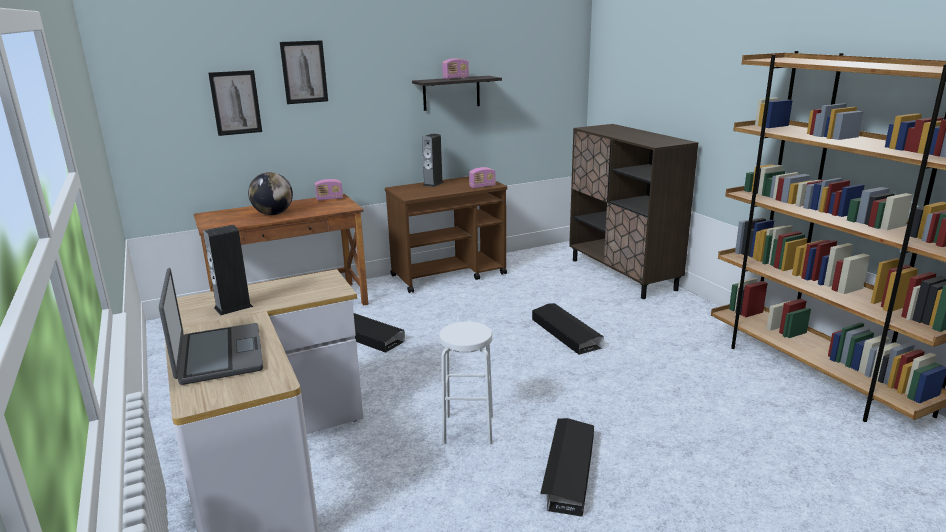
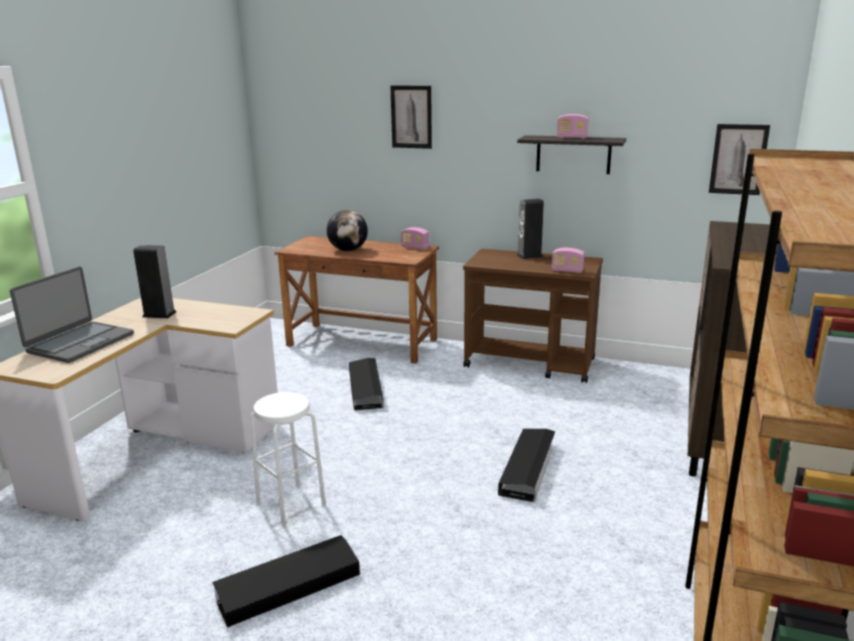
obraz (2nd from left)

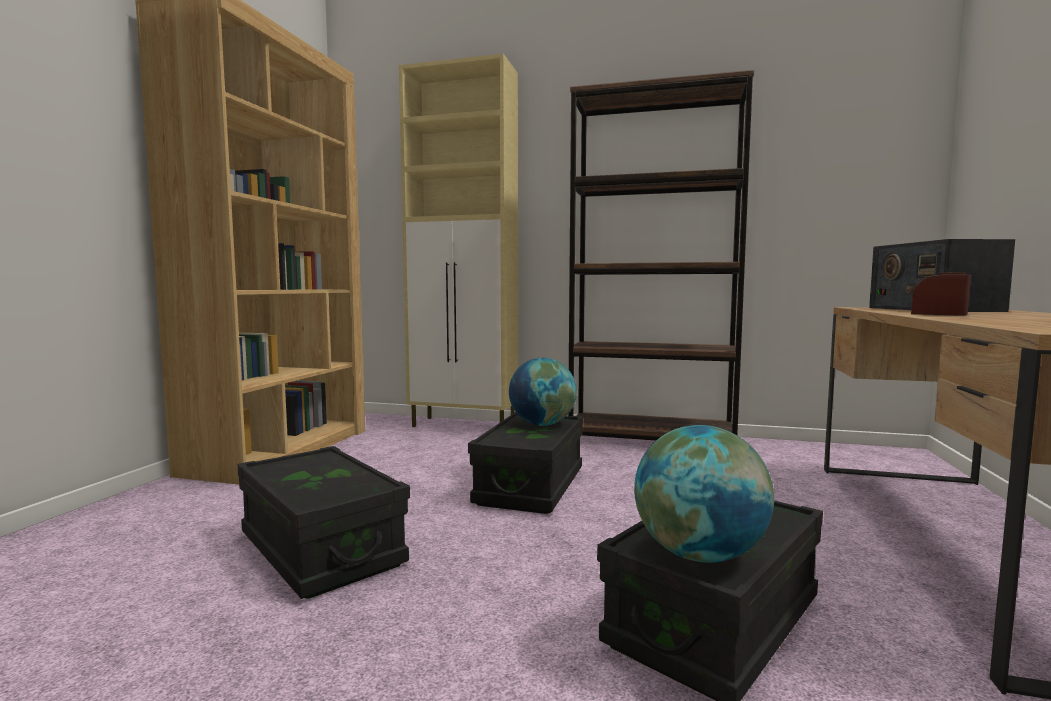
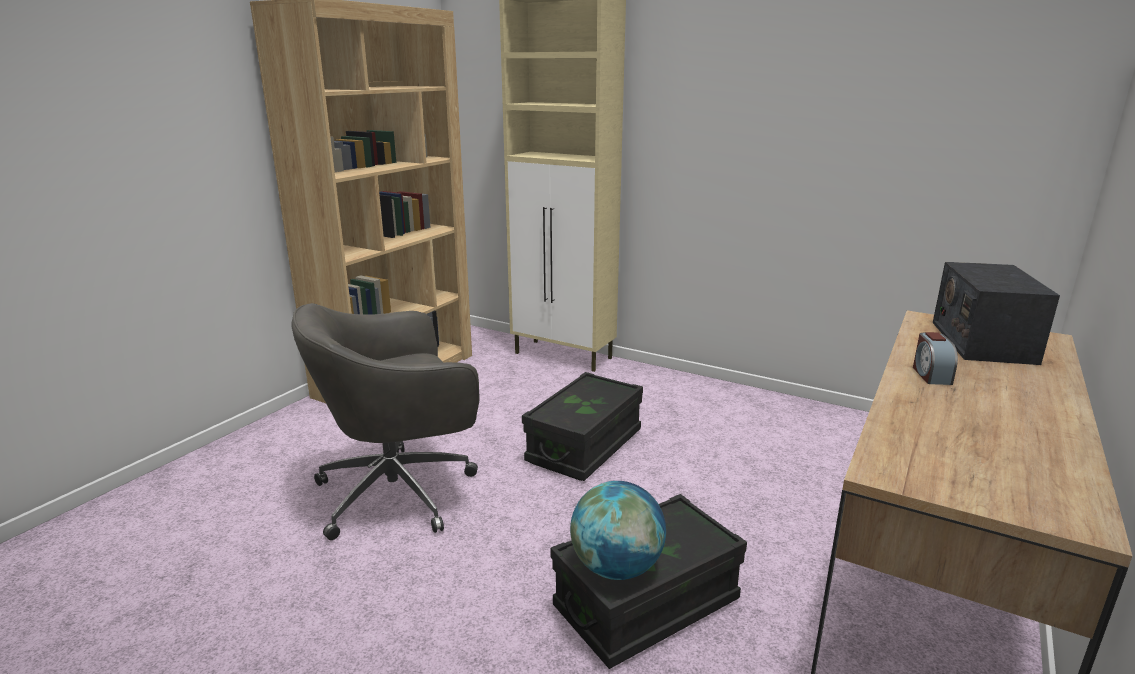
krzesło biurowe/szary
budzik
globus (1st from left in the first image)
regał/brązowy (2nd from left in the first image)

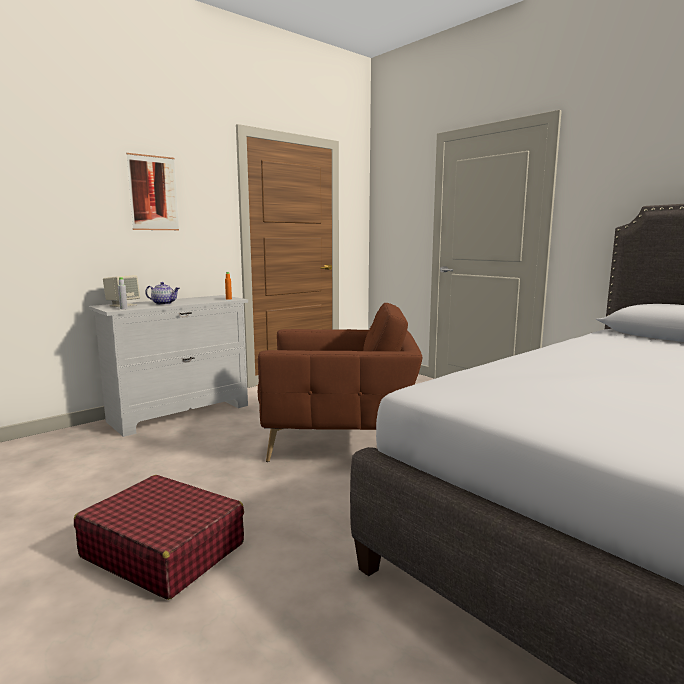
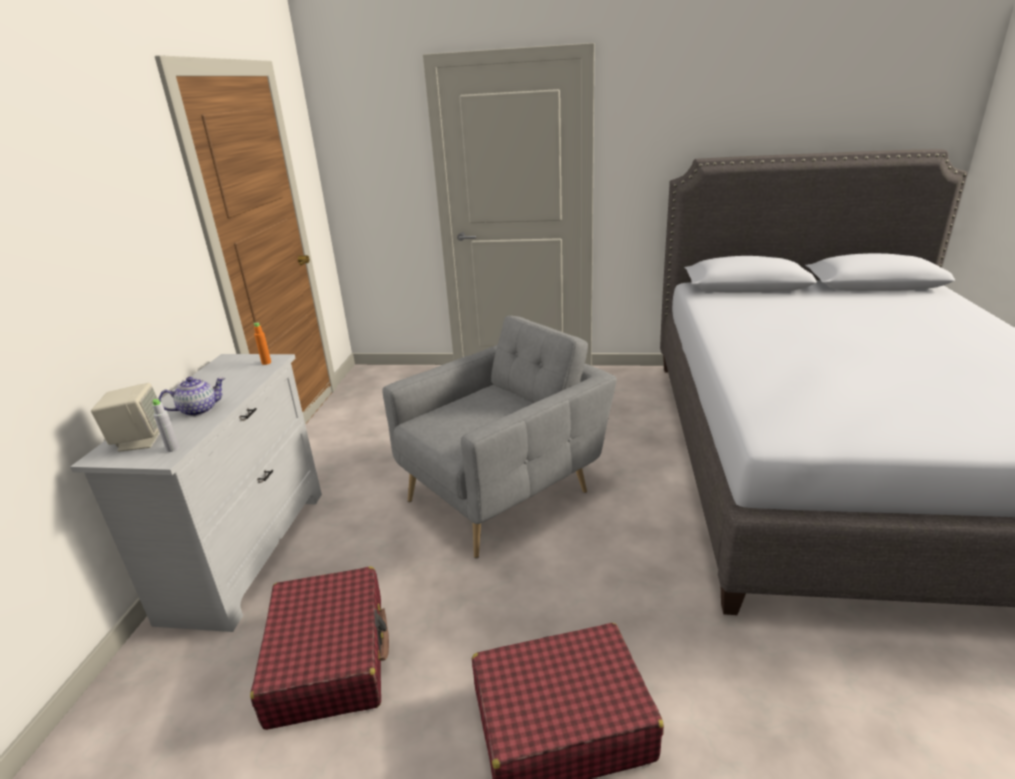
walizka/czerwony (1st from left)
fotel/szary
obraz

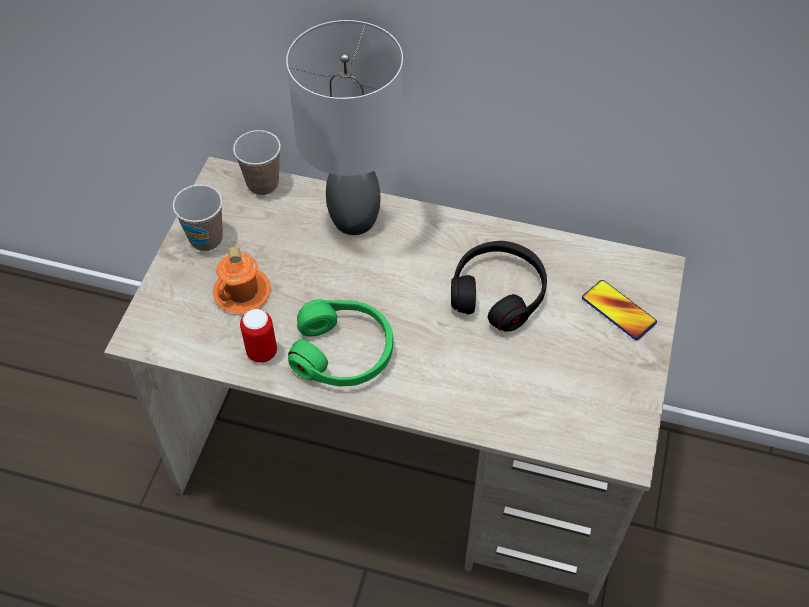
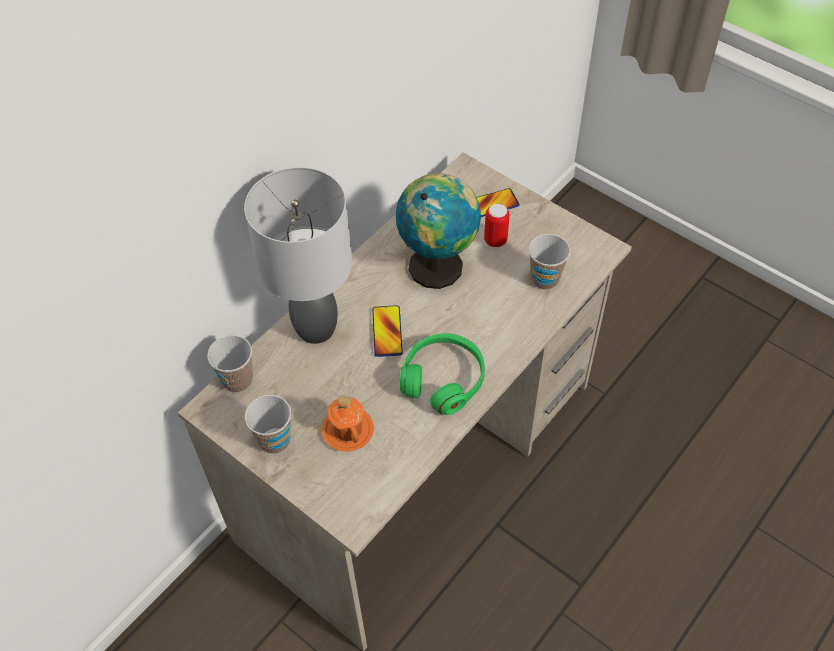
telefon (1st from left)
globus
puszka
filiżanka (3rd from left)

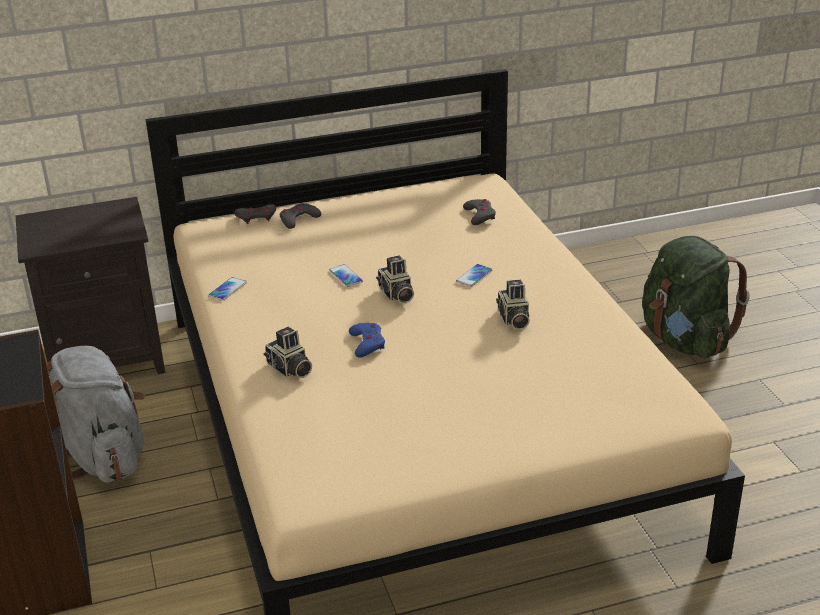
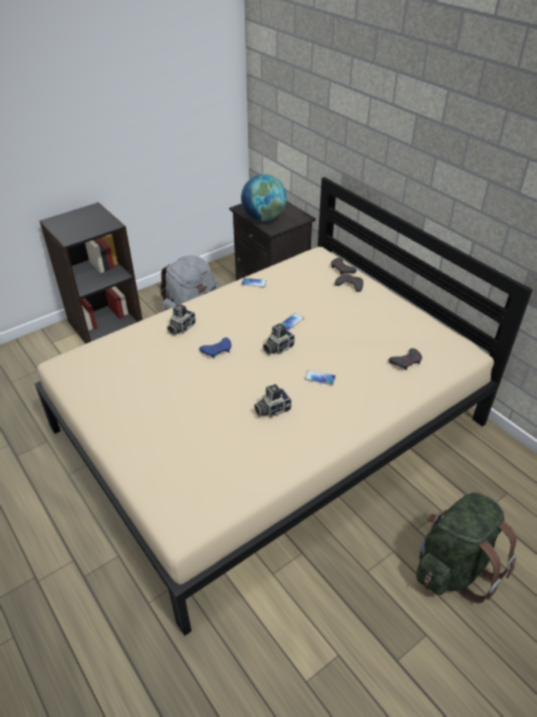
globus

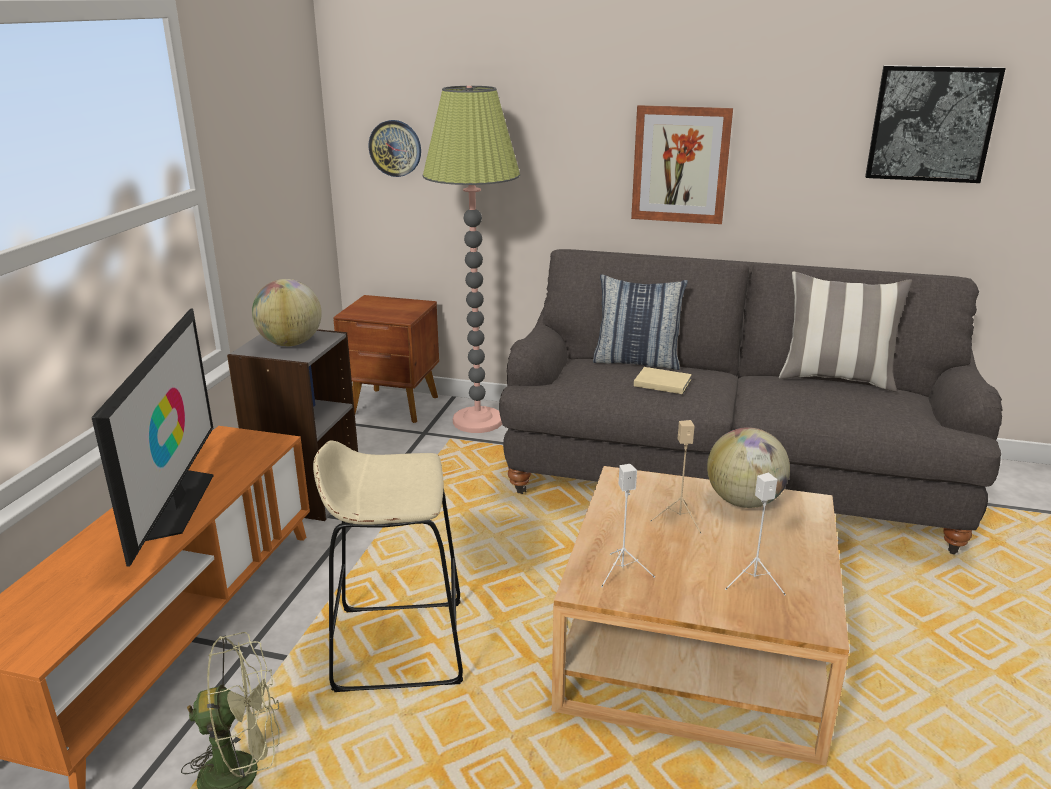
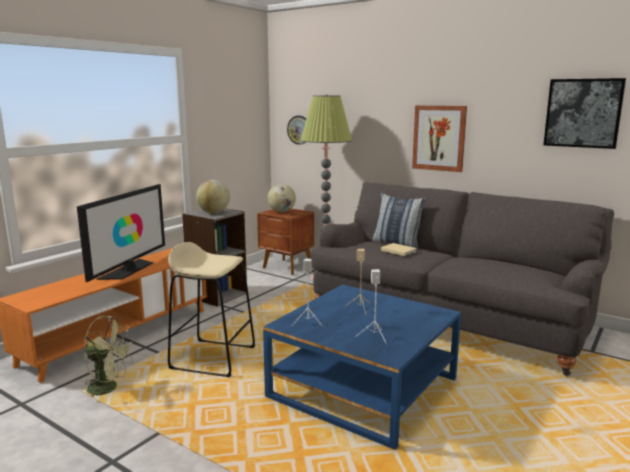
ława/niebieski
globus (2nd from left)
poduszka (2nd from left in the first image)

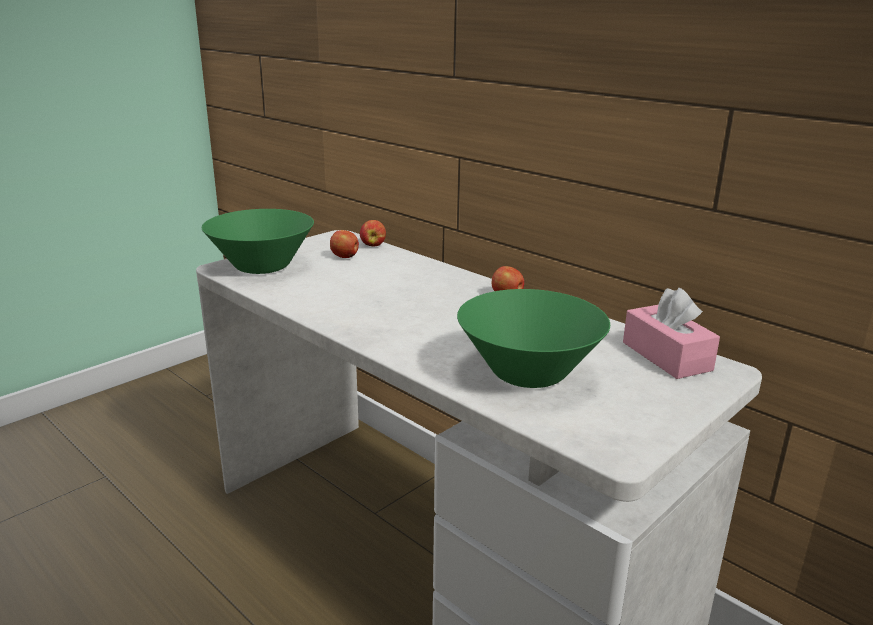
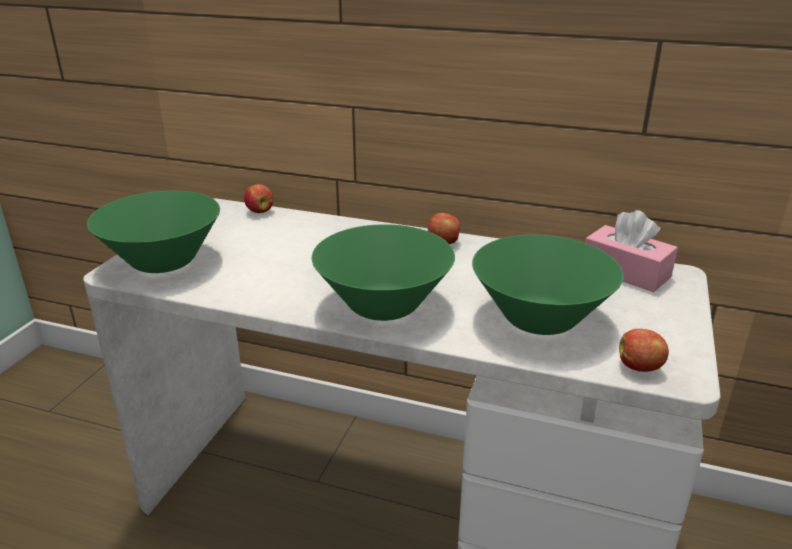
miska/zielony (2nd from left)
jabłko (3rd from left)

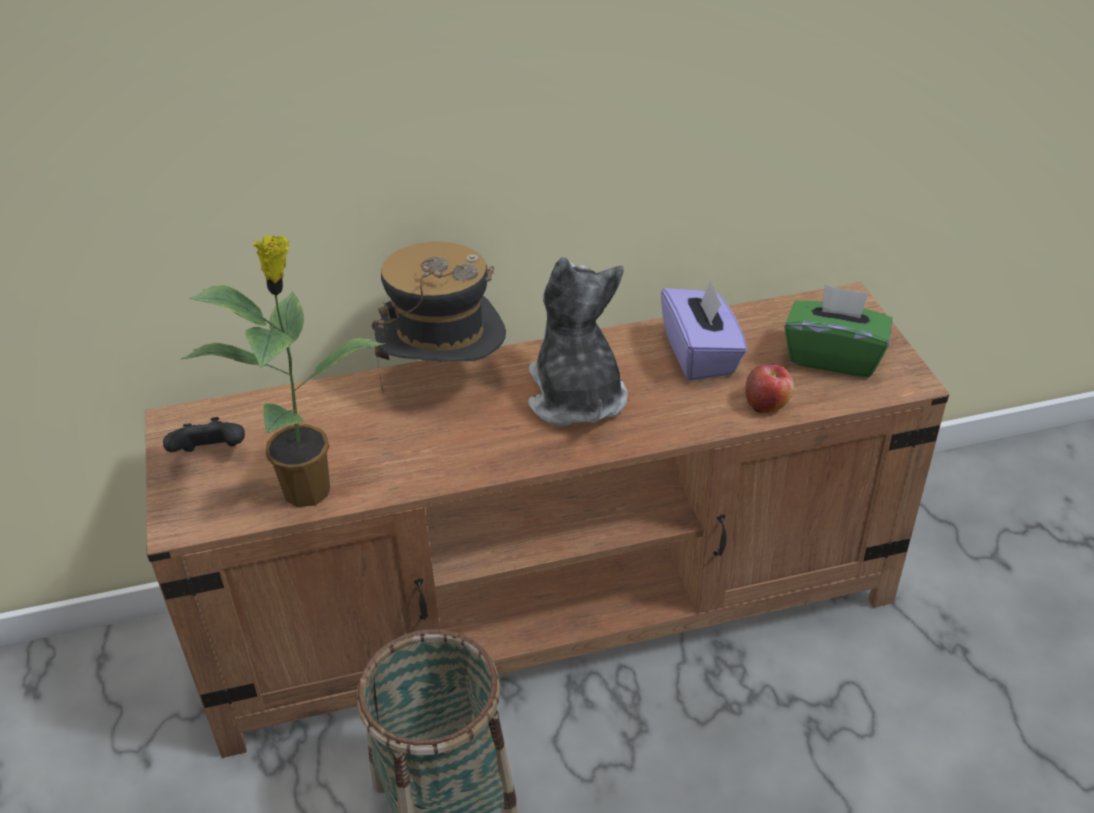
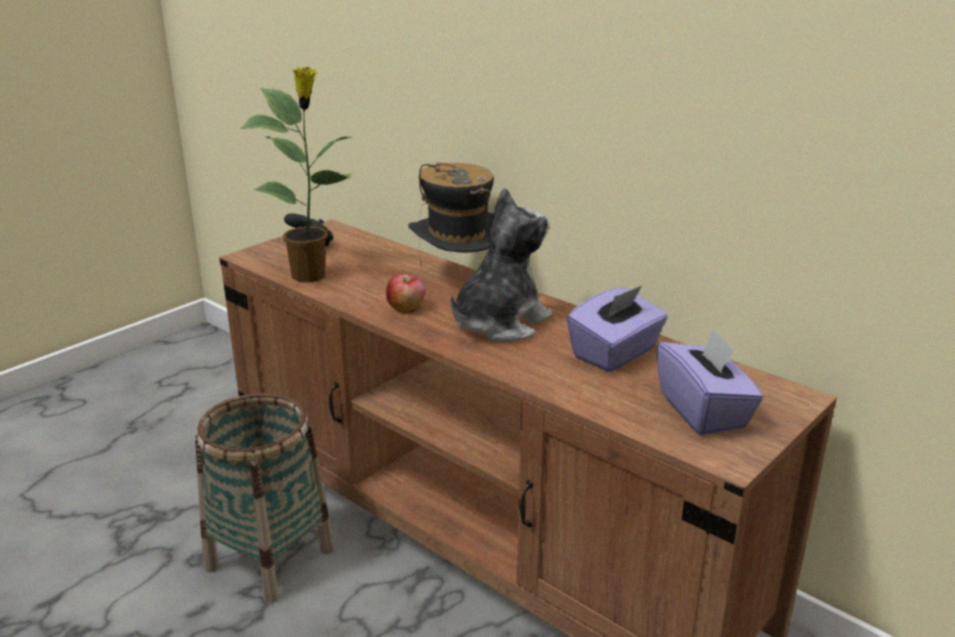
jabłko
pudełko chusteczek/fioletowy (2nd from left)

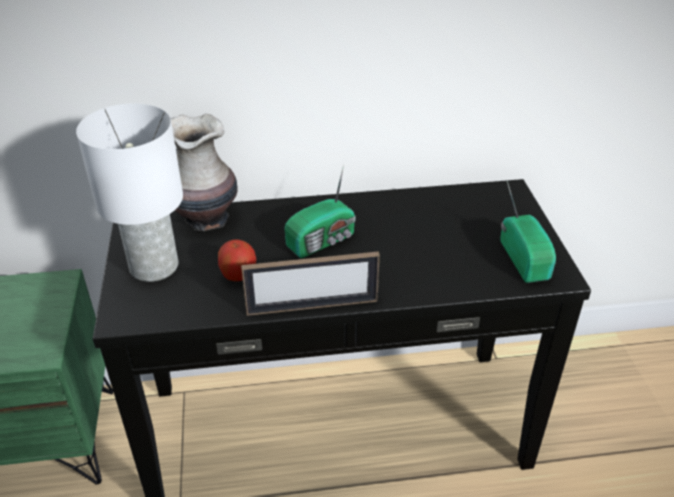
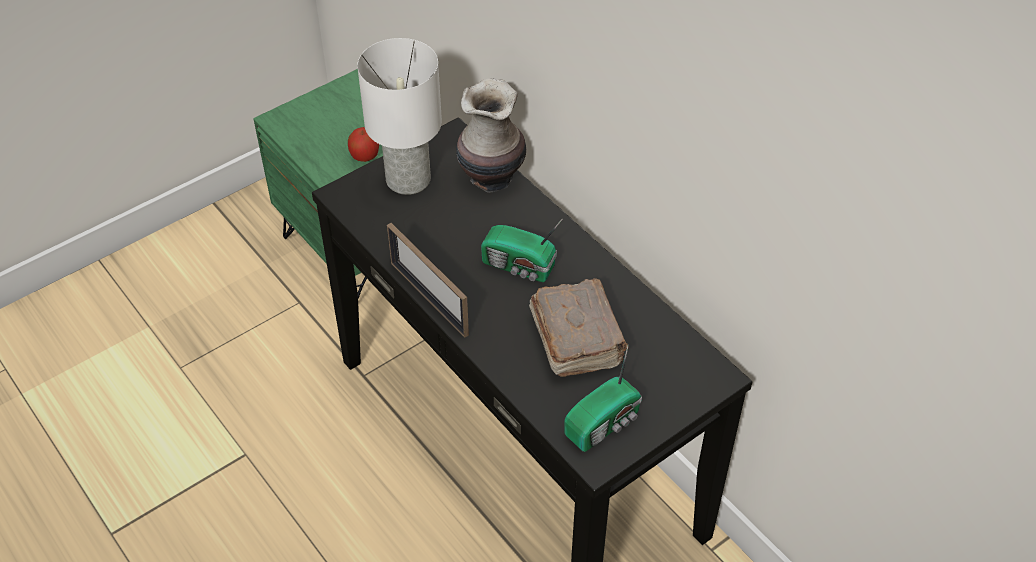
jabłko
książka/brązowy

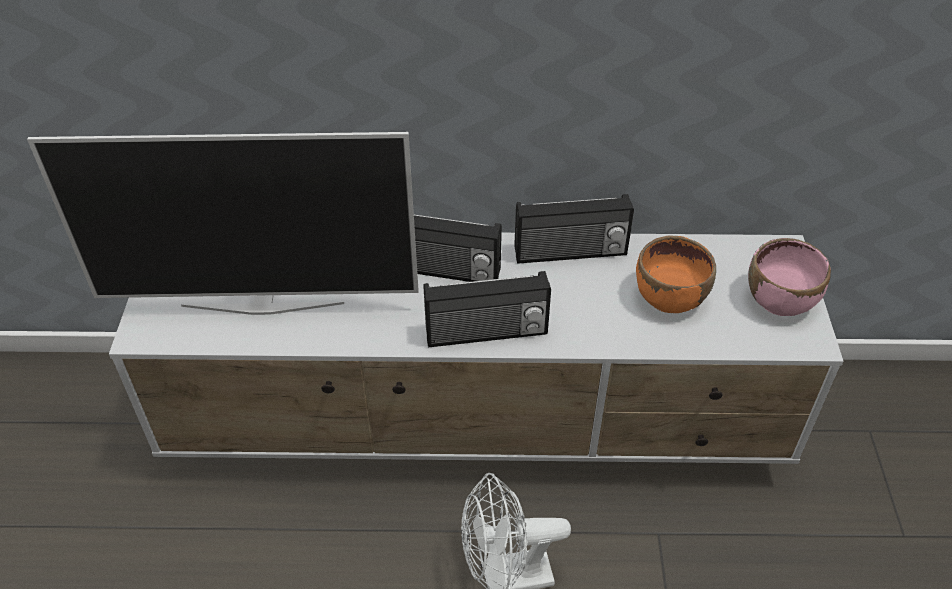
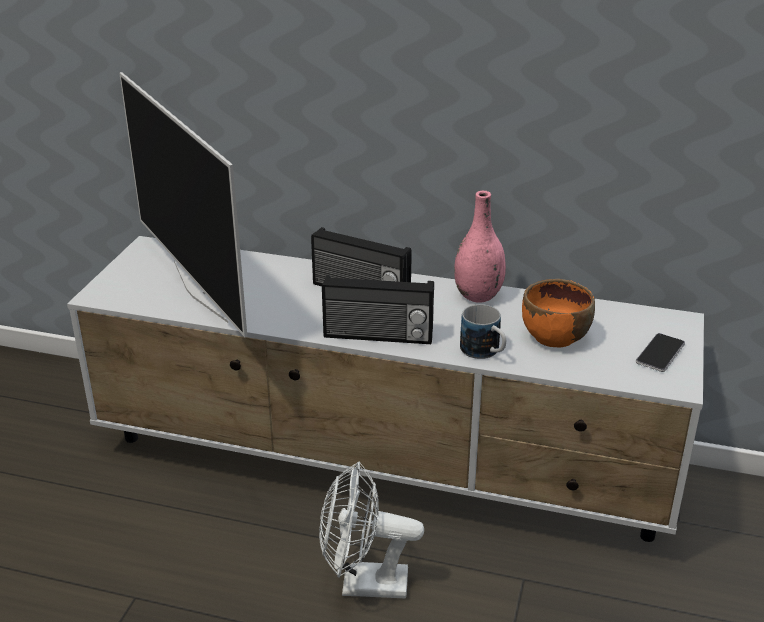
telewizor
wazon/różowy
kubek
telefon

